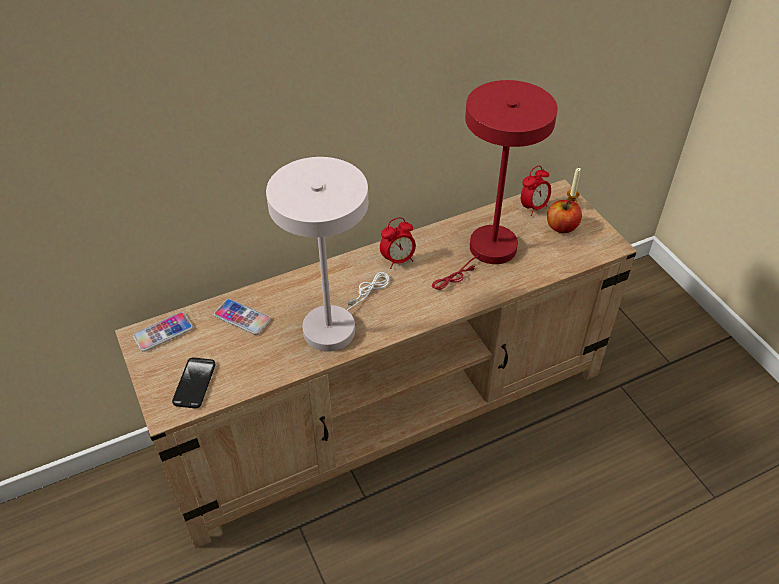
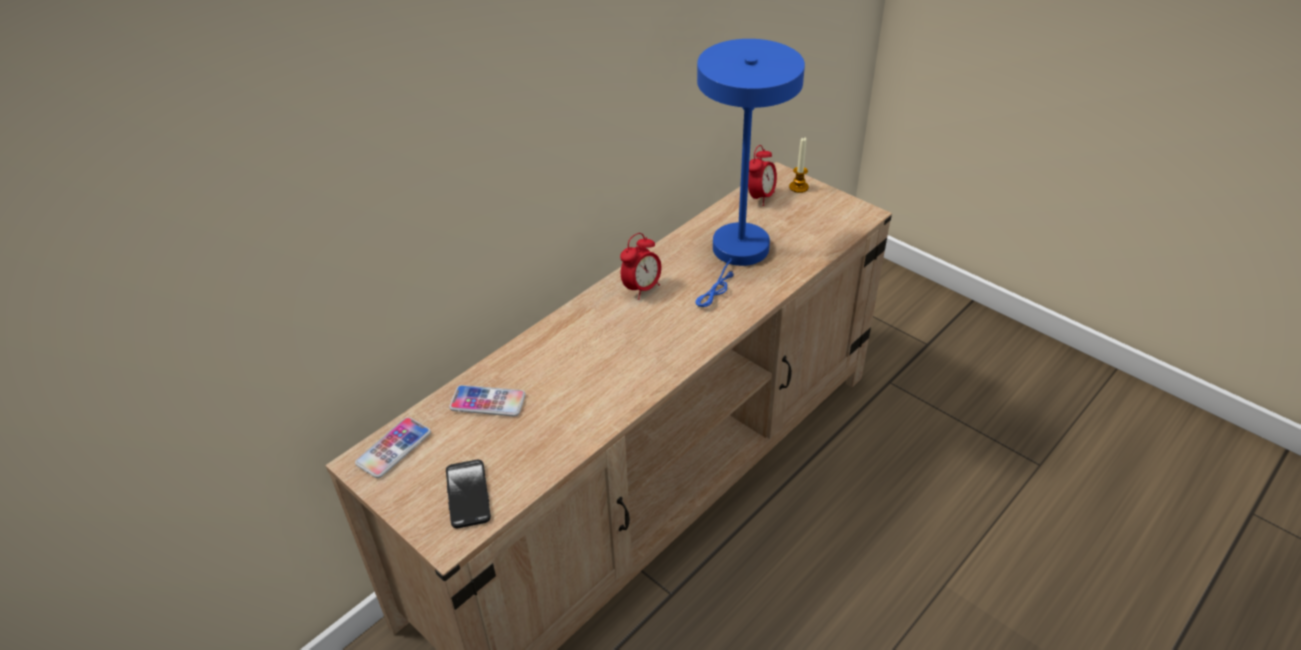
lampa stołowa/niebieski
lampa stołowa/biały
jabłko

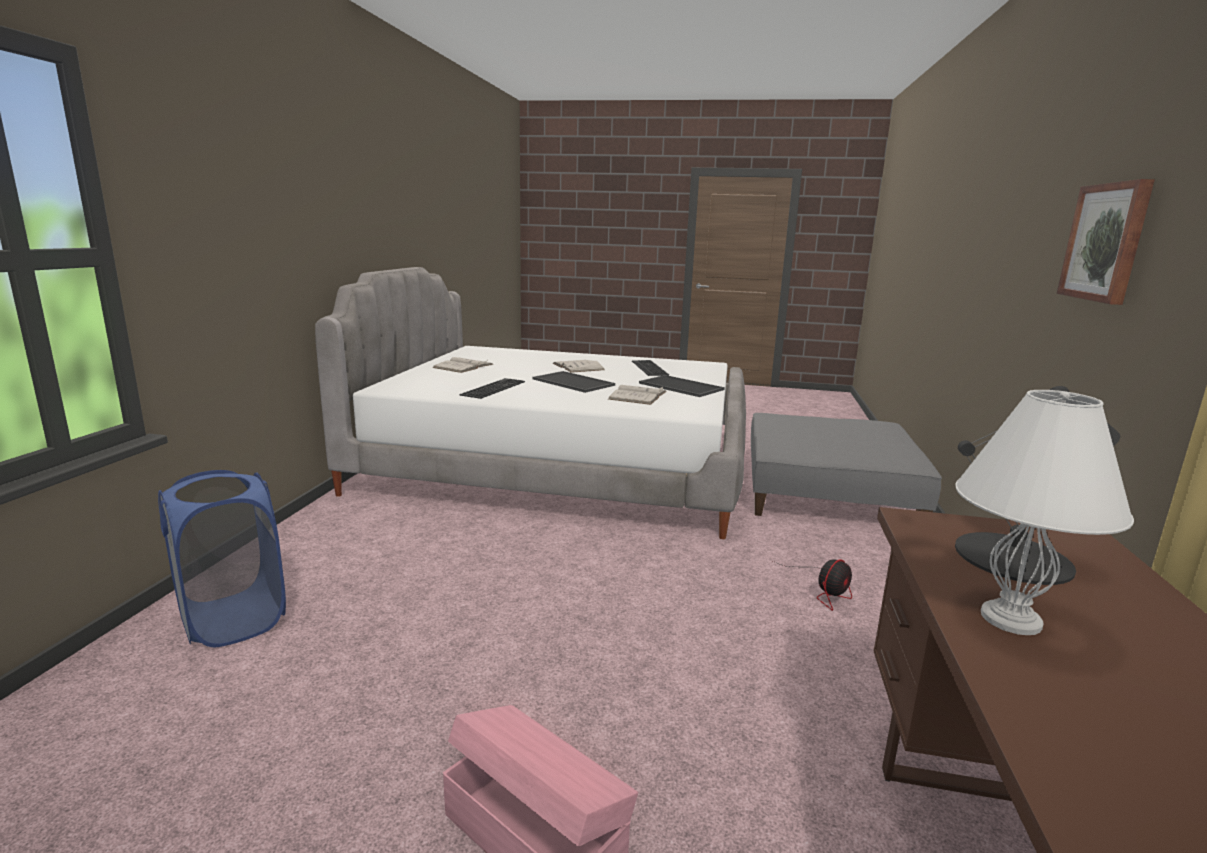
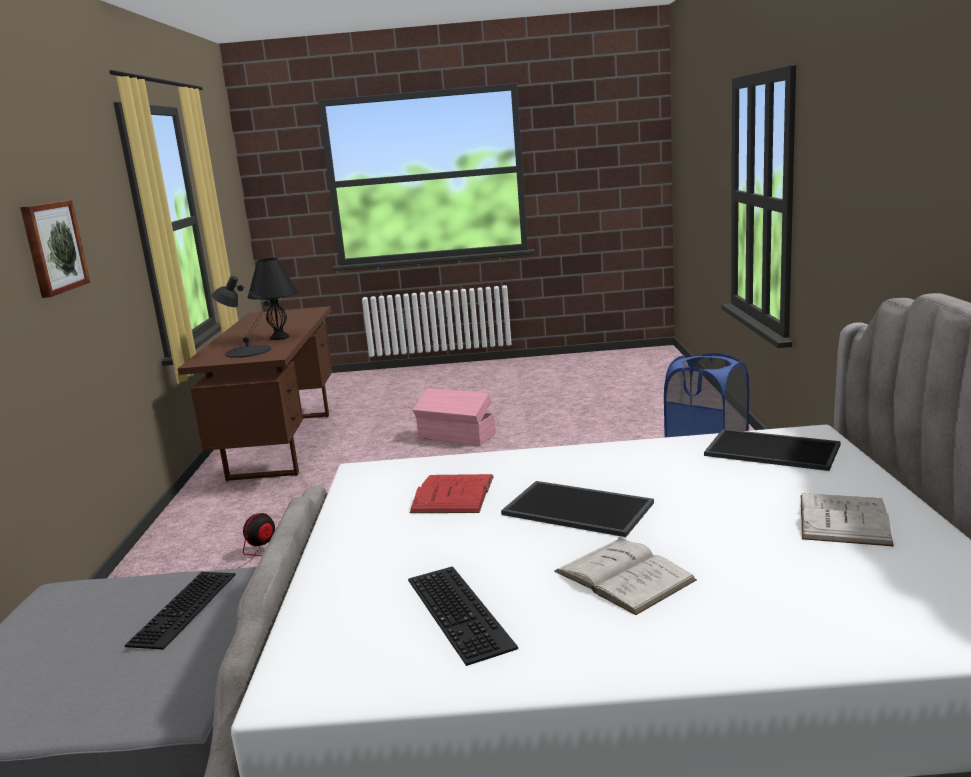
klawiatura (1st from left)
lampa stołowa/czarny (2nd from left)
książka/czerwony
taca (2nd from left)

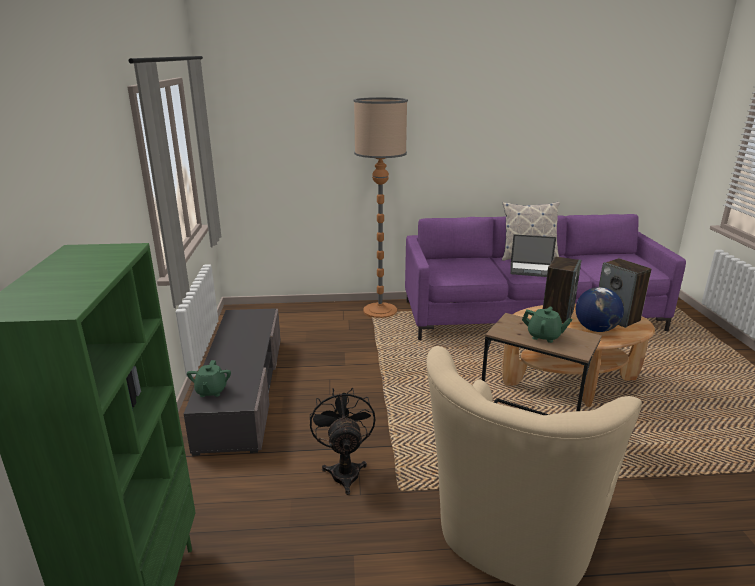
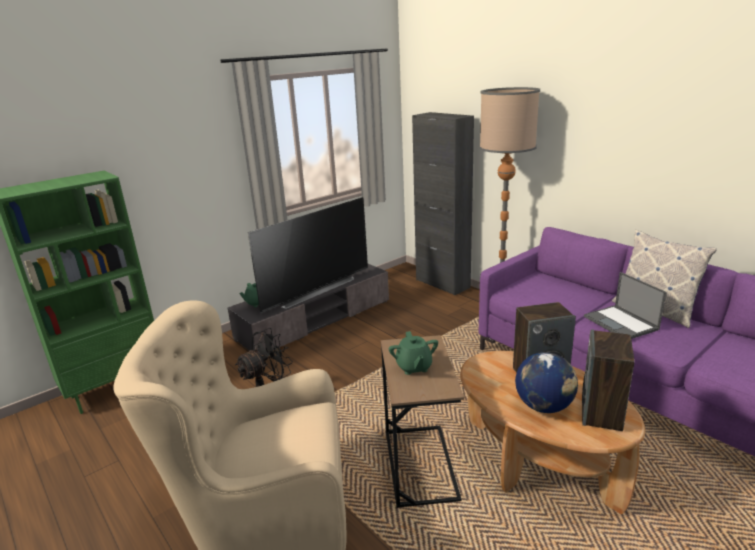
telewizor
szafka/czarny

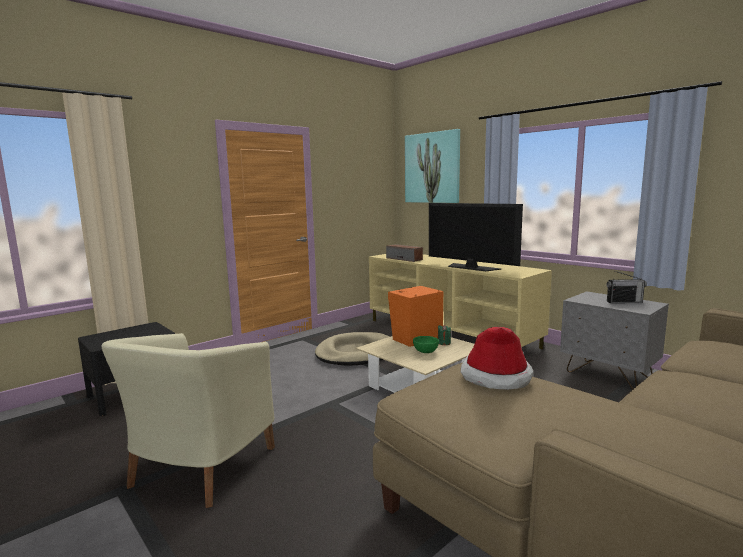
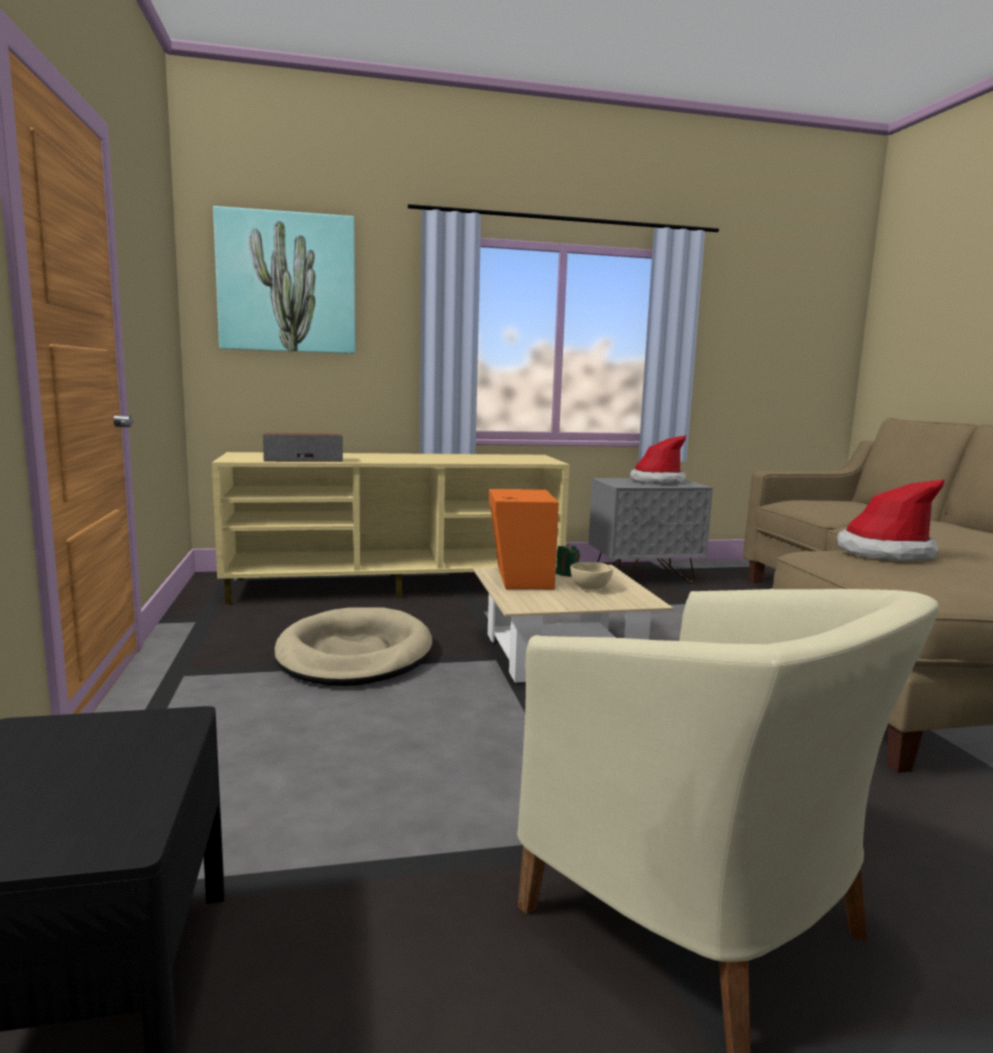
miska/beżowy
kapelusz (1st from left)
telewizor

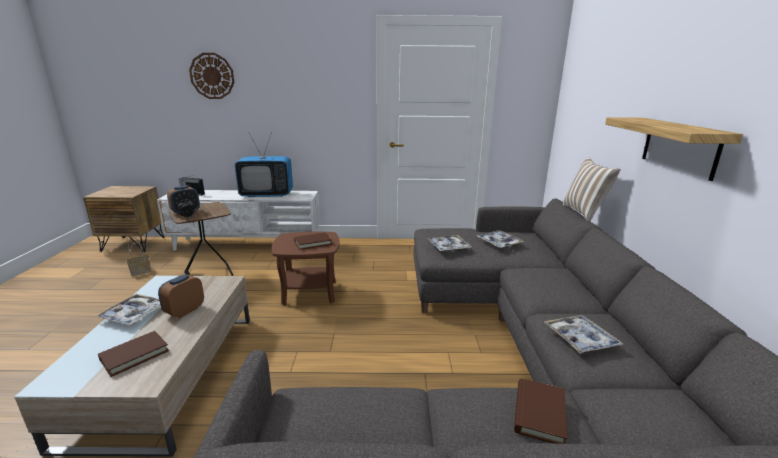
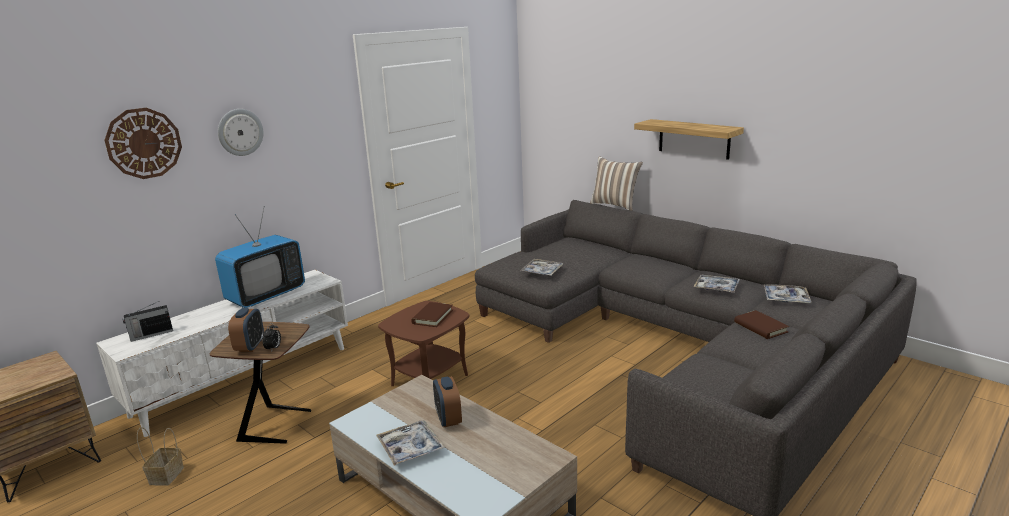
zegar ścienny (2nd from left)
taca (4th from left)
książka/brązowy (1st from left in the first image)

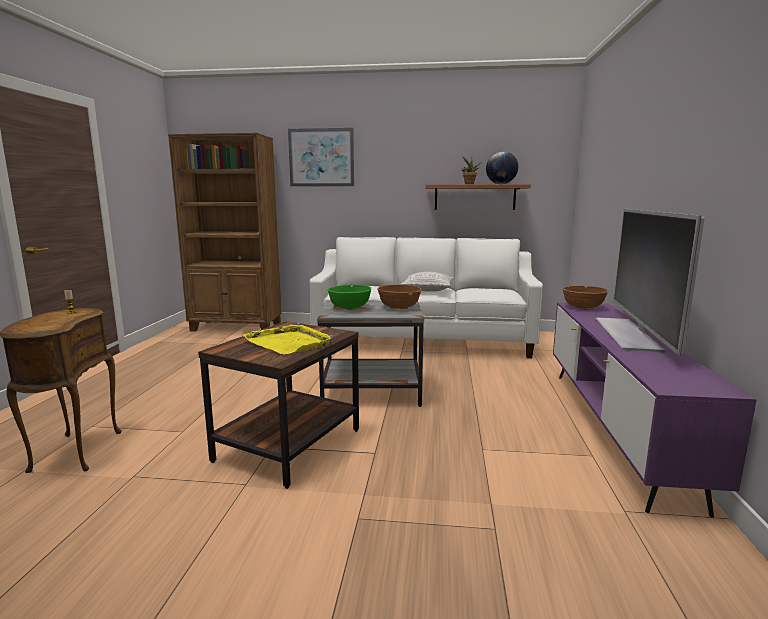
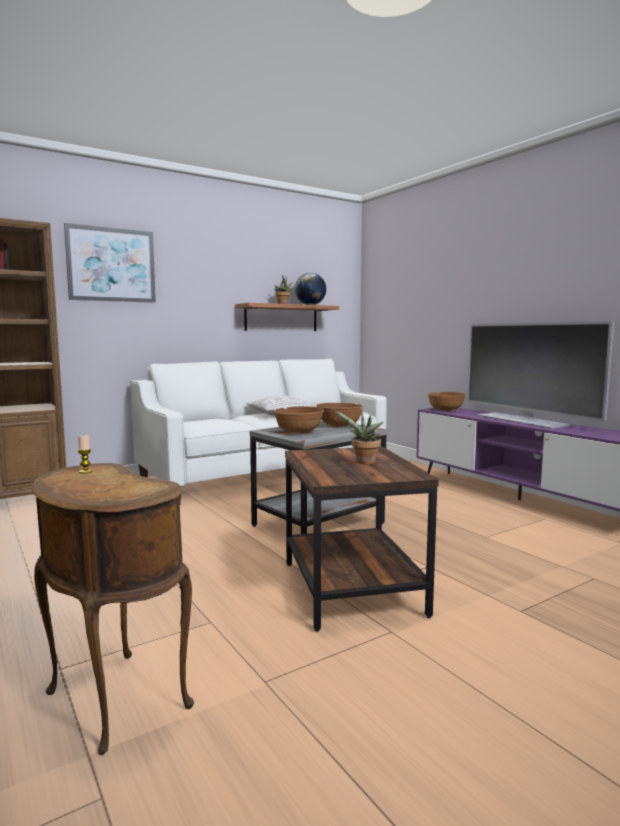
miska/brązowy (1st from left)
roślina doniczkowa (2nd from left)

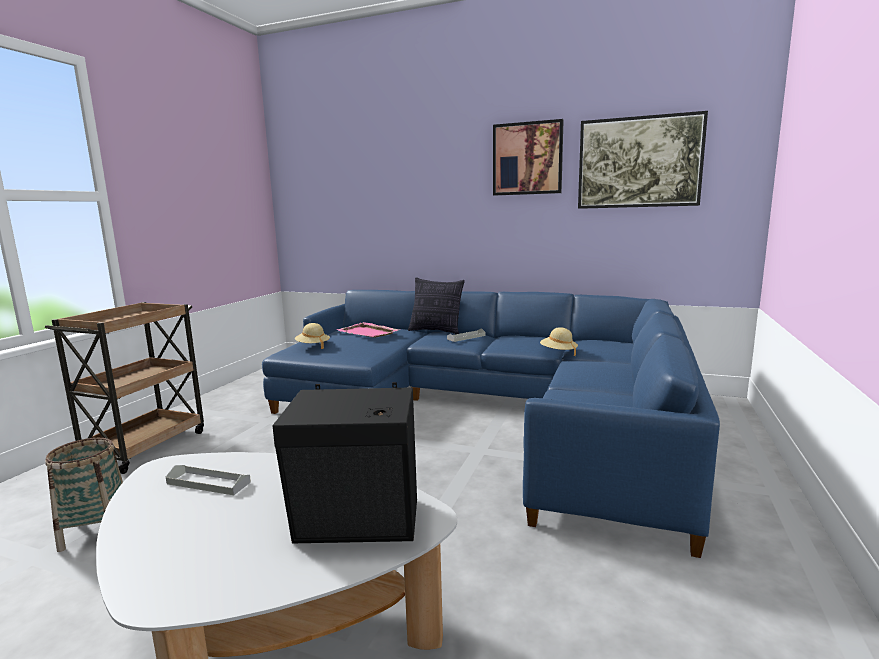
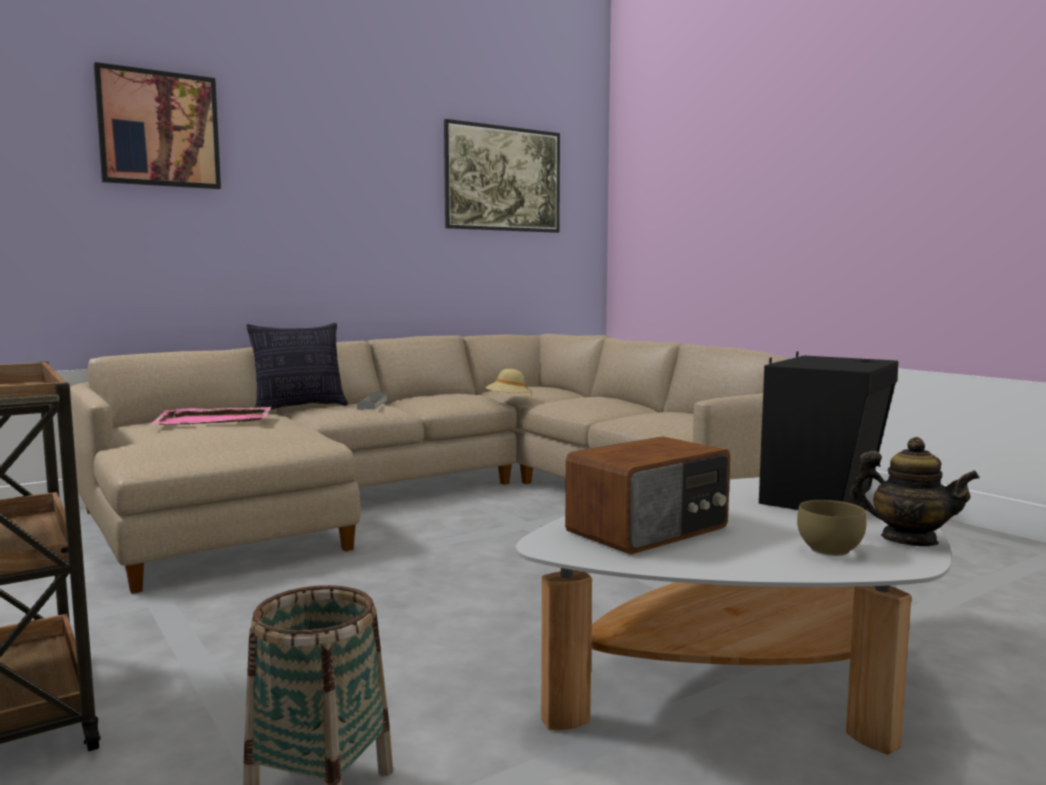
kanapa/beżowy
obraz (1st from left)
radio
miska/brązowy
imbryk
kapelusz/beżowy (1st from left in the first image)

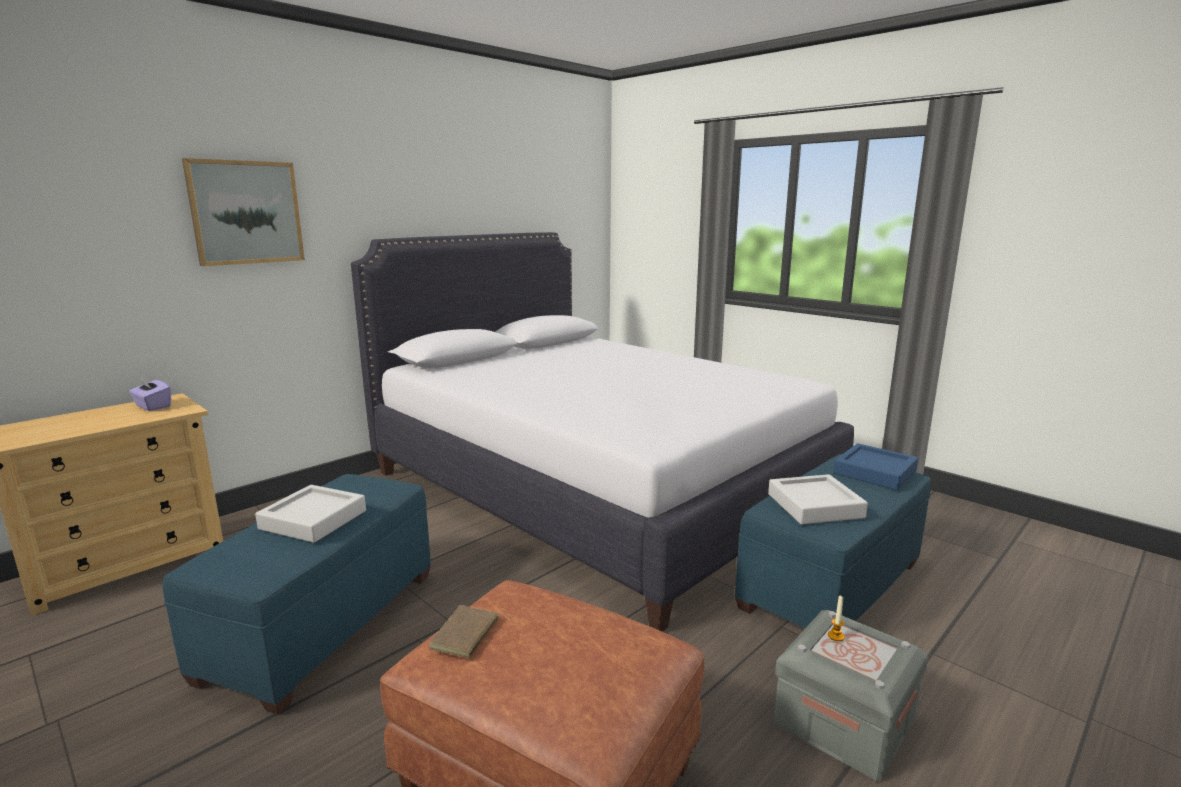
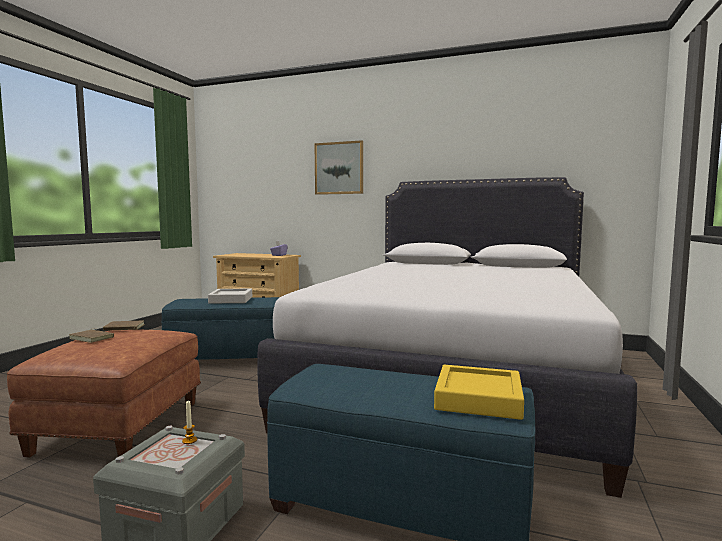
książka/brązowy (1st from left)
taca/żółty
taca/szary (2nd from left in the first image)

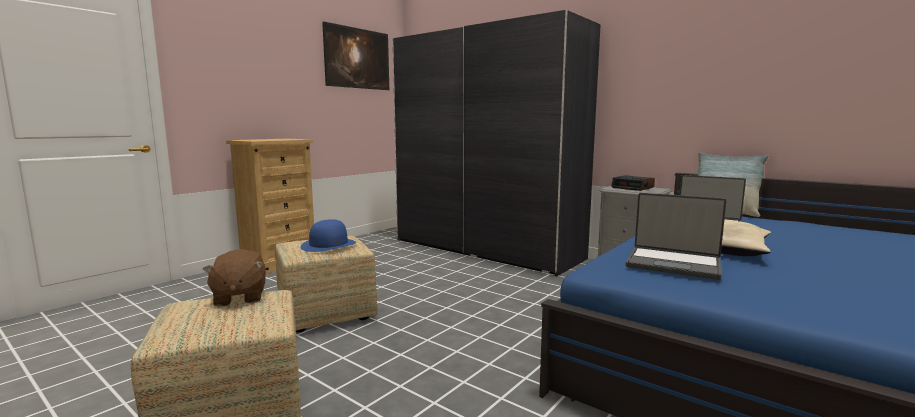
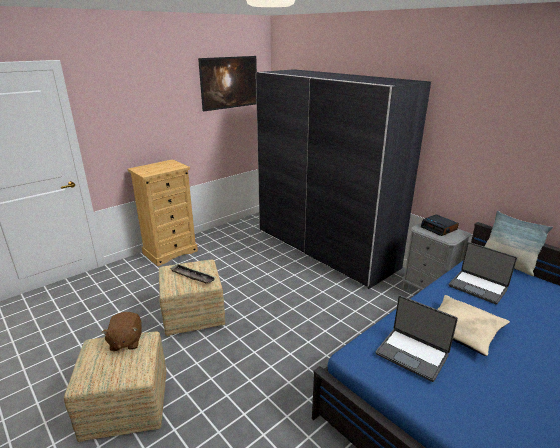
taca

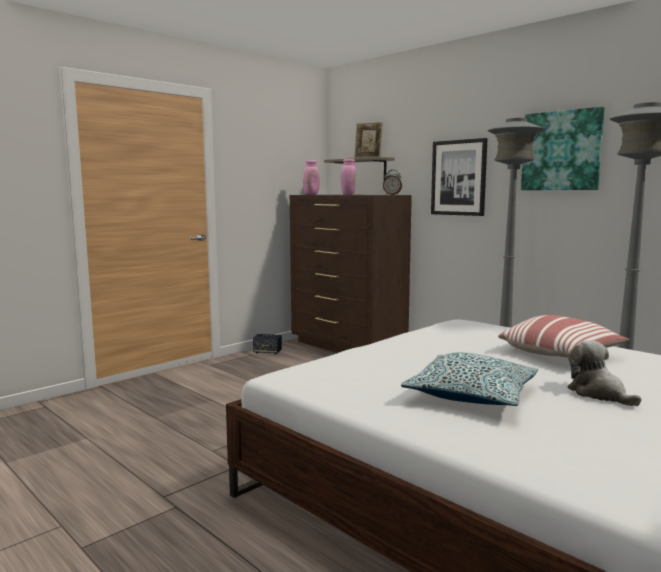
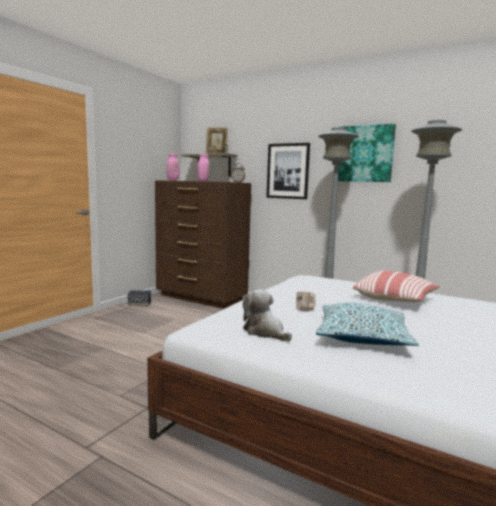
pluszak
gazeta

